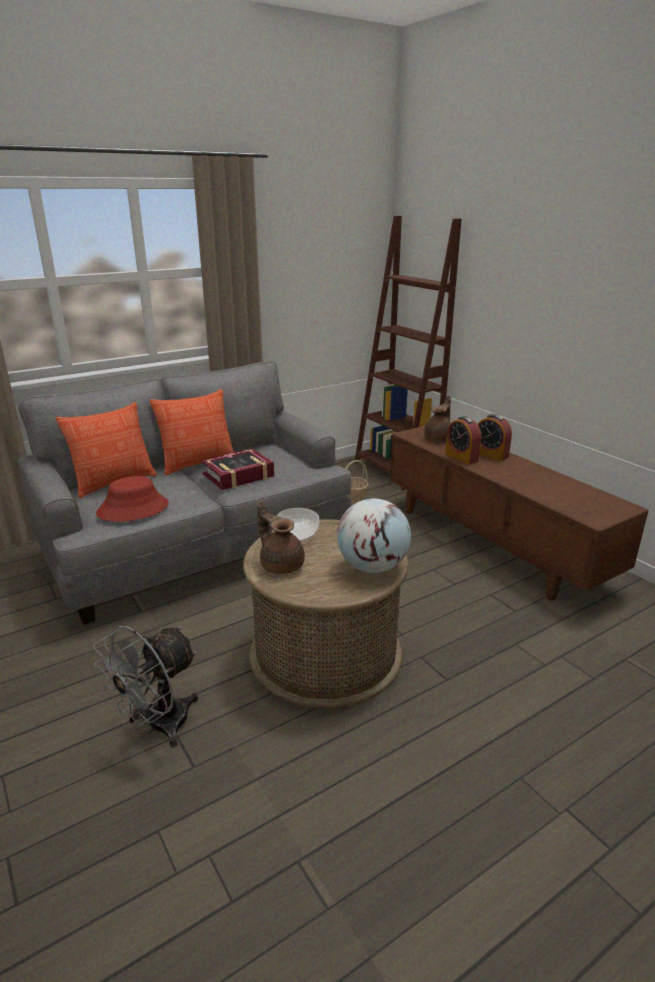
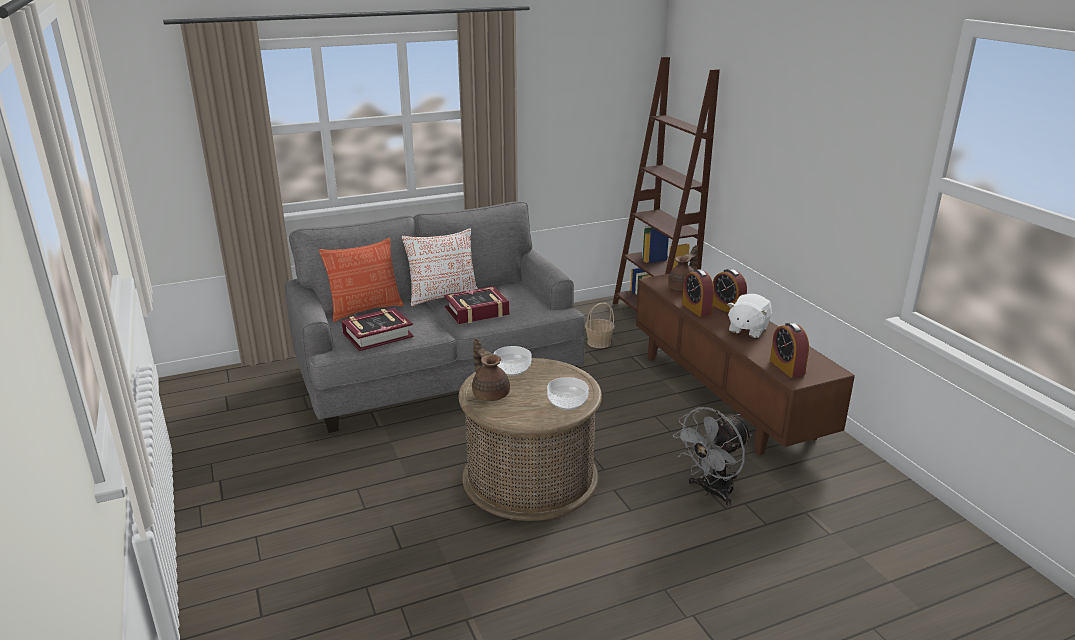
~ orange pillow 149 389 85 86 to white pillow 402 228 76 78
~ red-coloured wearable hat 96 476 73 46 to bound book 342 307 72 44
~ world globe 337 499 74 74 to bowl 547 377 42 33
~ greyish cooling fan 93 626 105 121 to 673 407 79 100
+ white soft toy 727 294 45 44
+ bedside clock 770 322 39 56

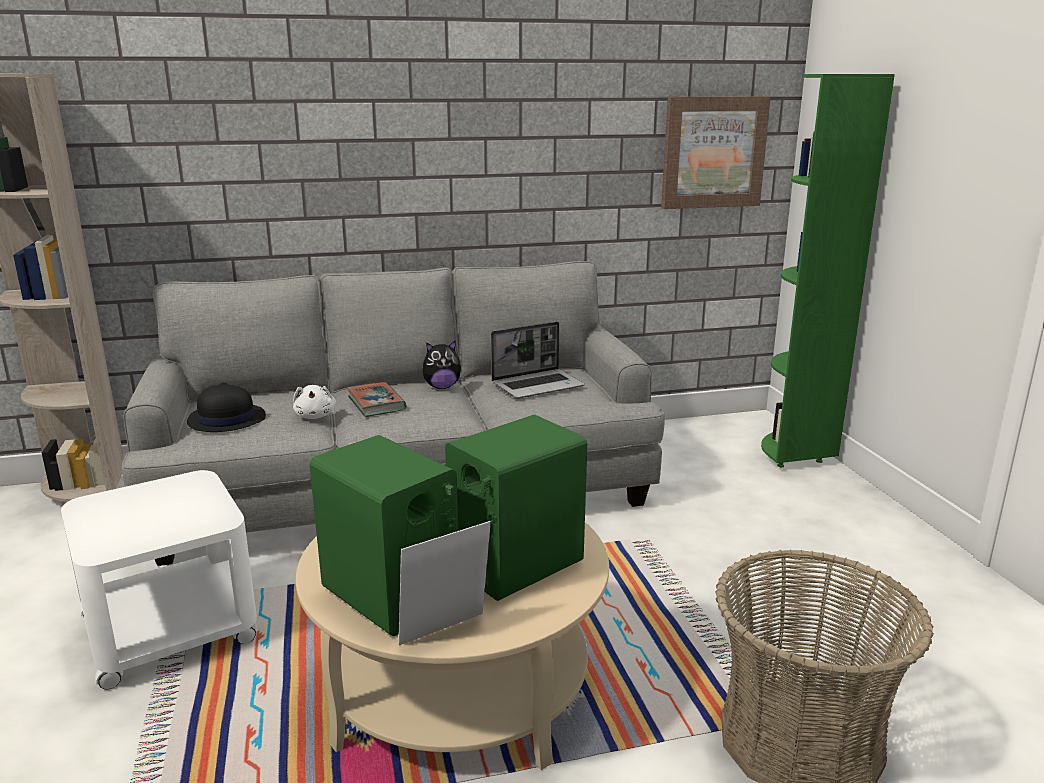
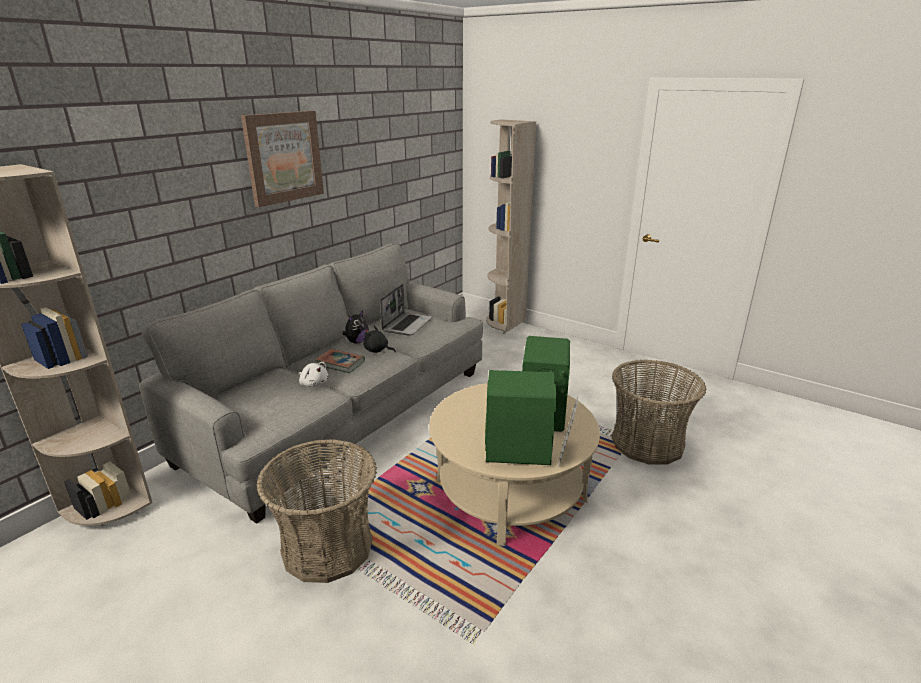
~ green-coloured shelving unit 761 74 134 393 to sand-coloured shelving unit 486 120 50 214
~ picture 661 96 110 113 to 241 111 83 96
- blackish wearable hat 187 382 79 50
~ white side table 61 470 196 220 to basket 256 439 121 144
+ blackish soft toy 363 326 33 27

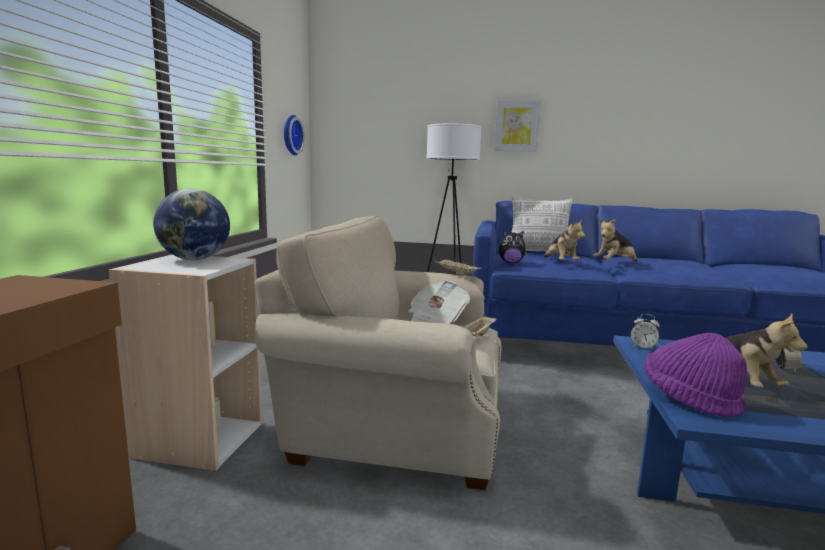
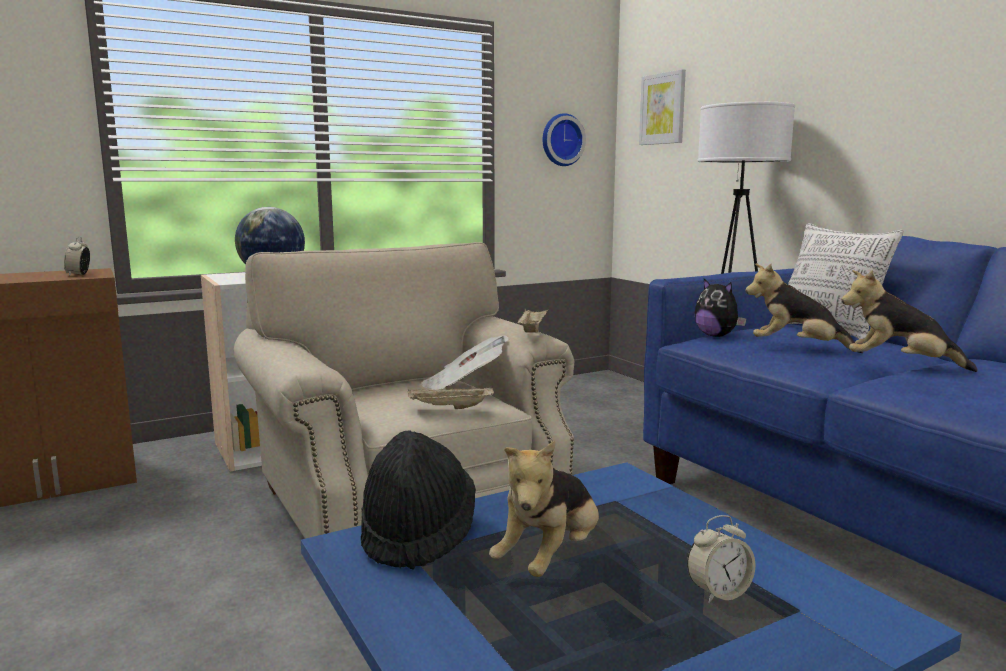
~ picture 494 100 47 52 to 639 69 47 76
~ soft toy 544 220 41 41 = 746 264 117 89 75 degrees clockwise
~ bedside clock 631 314 29 35 to 64 236 26 40
~ purple-coloured wearable hat 644 333 103 84 to blackish wearable hat 361 430 115 140

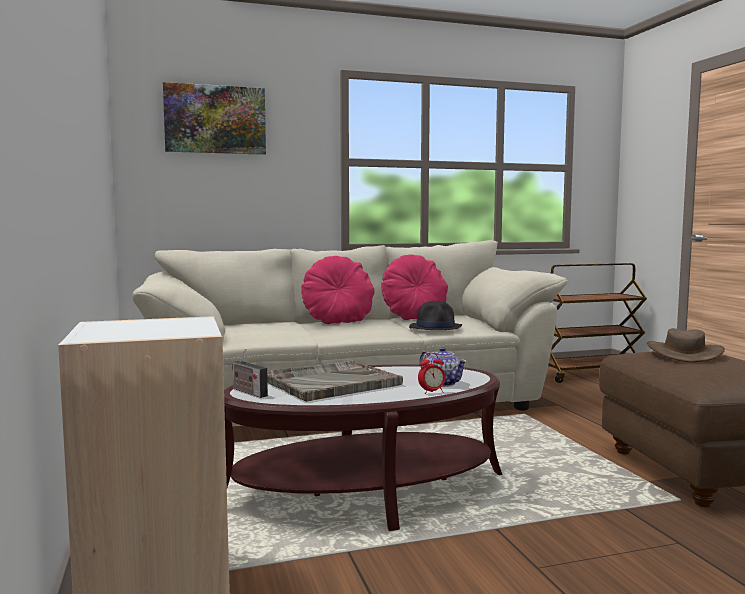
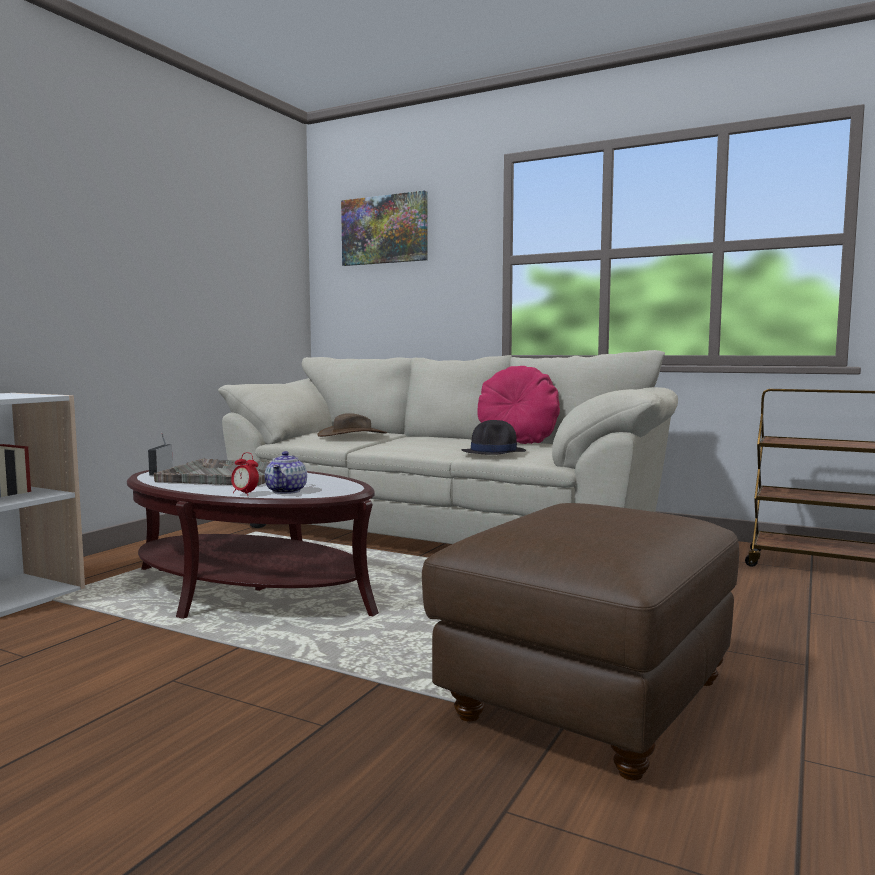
- pink pillow 301 256 74 68
~ brownish wearable hat 647 328 78 34 to 317 413 70 24

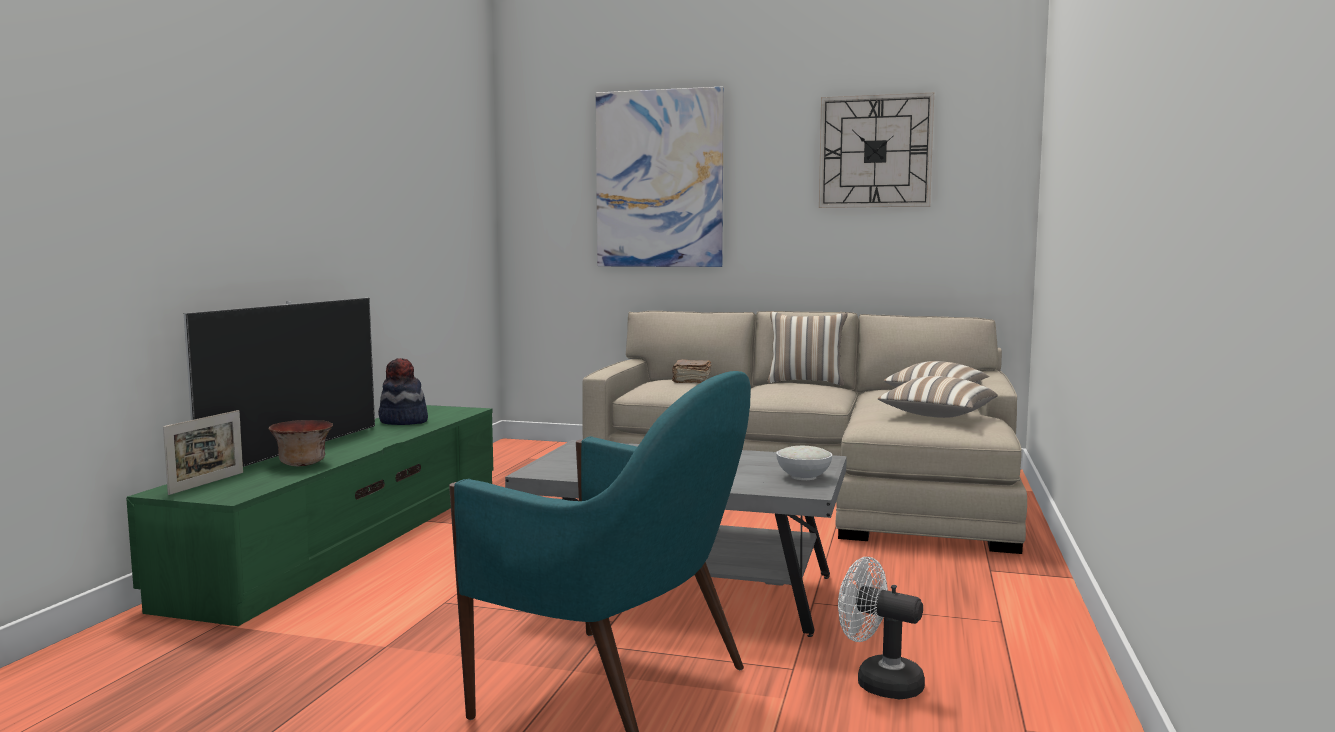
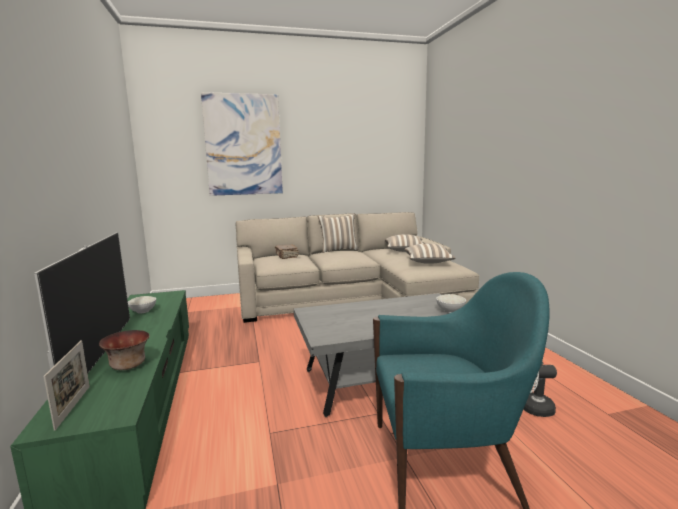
- clock on the wall 819 93 115 115
~ wearable hat 378 358 50 67 to white bowl 128 296 28 17

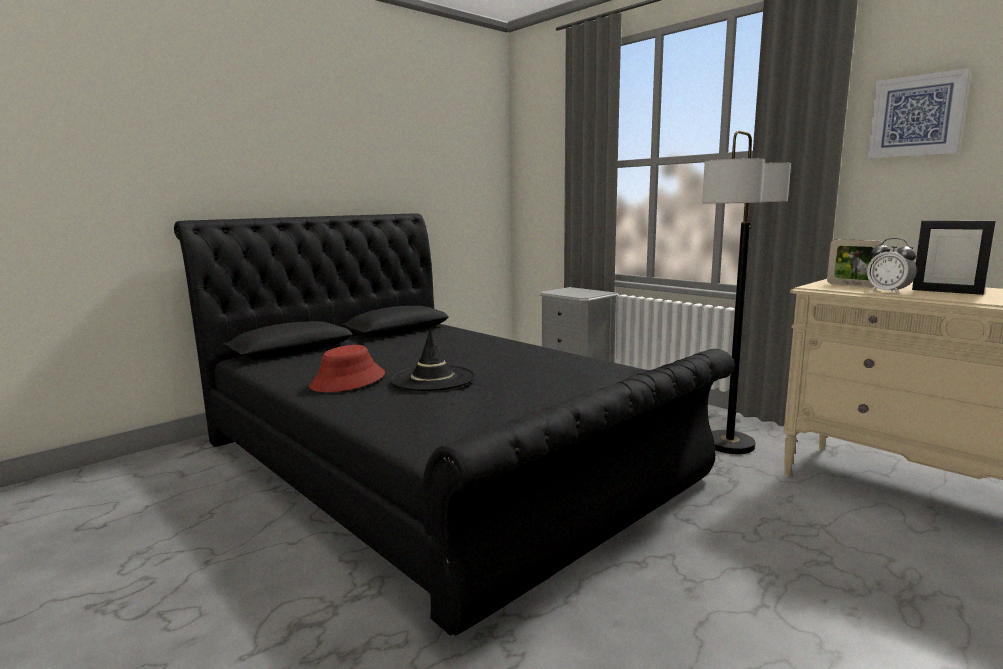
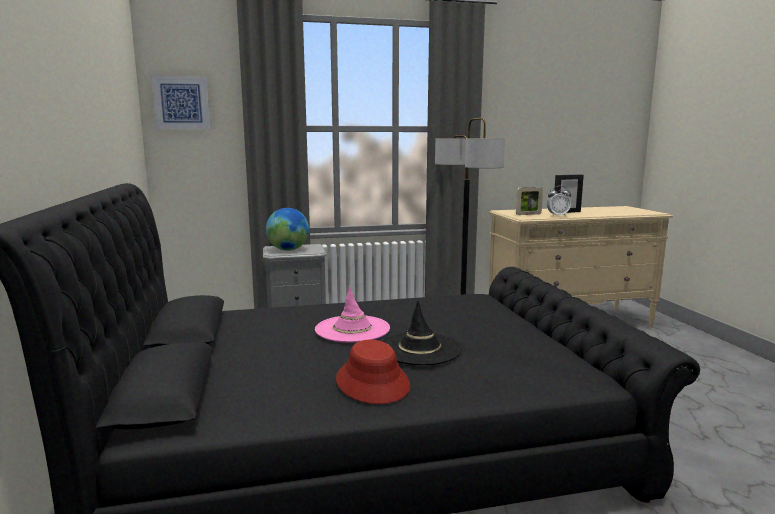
~ picture 868 68 102 90 to 151 76 59 53
+ world globe 266 208 43 43
+ pink wearable hat 315 286 75 57

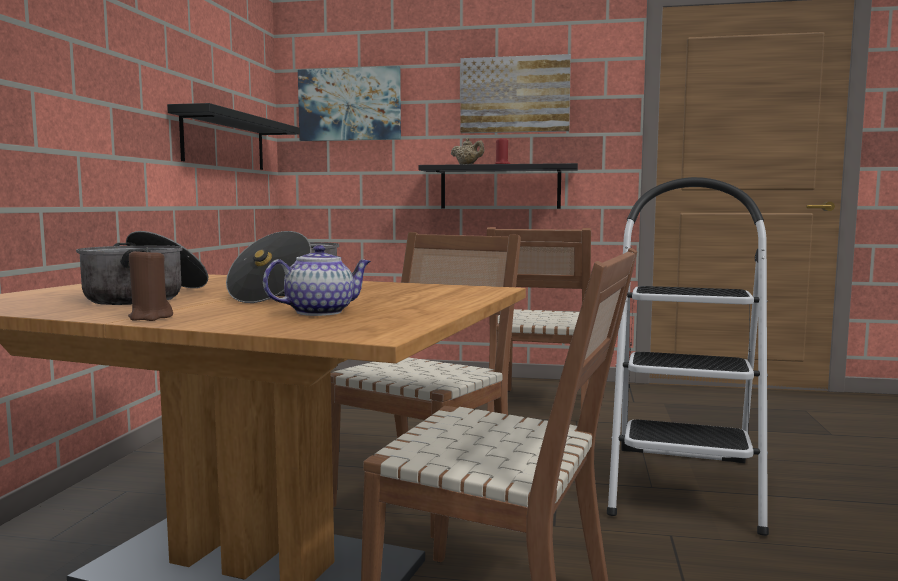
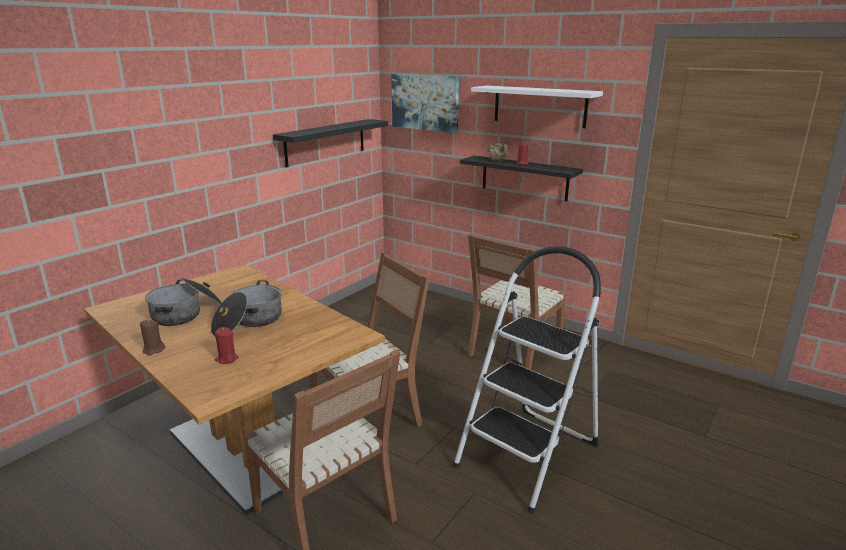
~ picture 460 54 111 79 to white shelf 471 86 132 42
~ teapot 263 245 108 71 to red-coloured wax candle 215 327 23 37

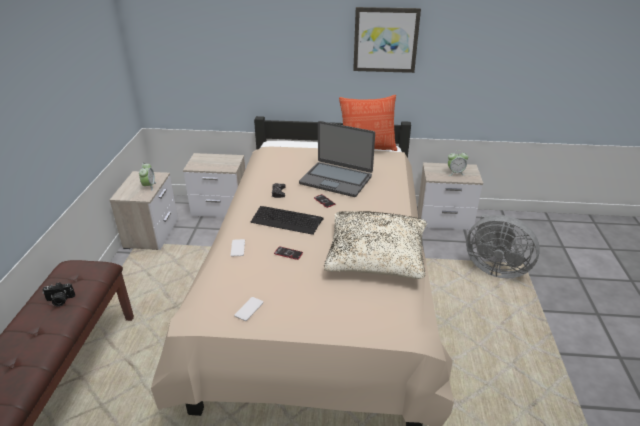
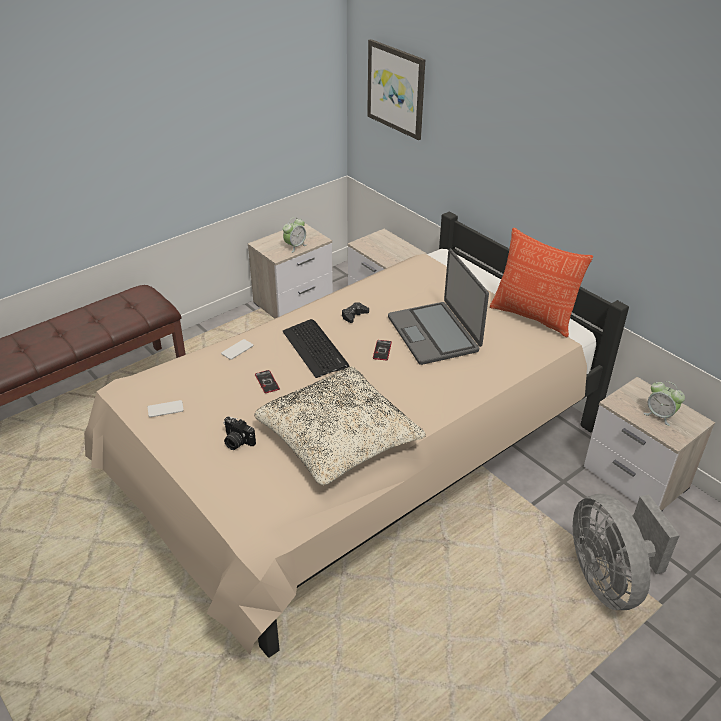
~ picture 353 7 68 66 to 367 39 58 101
~ photo camera 43 282 32 25 to 223 417 33 33

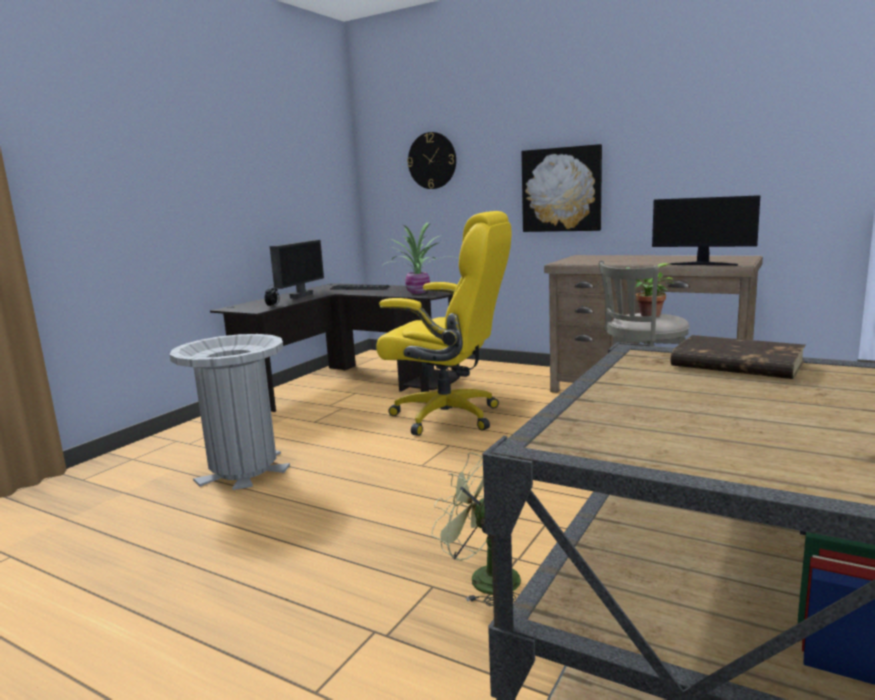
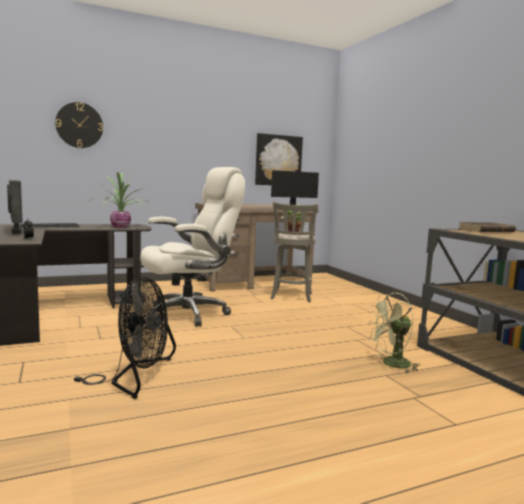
~ picture 521 144 81 88 to 255 133 48 52
~ yellowish office chair 376 211 135 225 to white office chair 140 167 105 160
~ greyish trash can 170 334 120 156 to blackish cooling fan 73 277 103 122

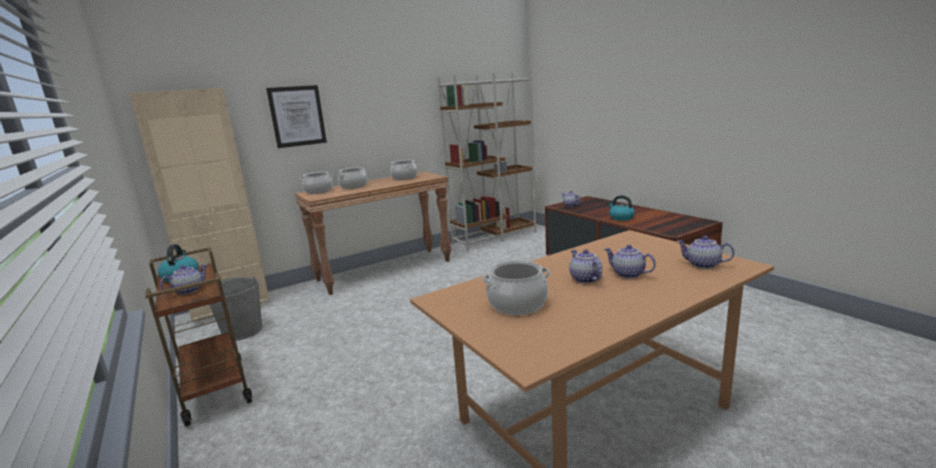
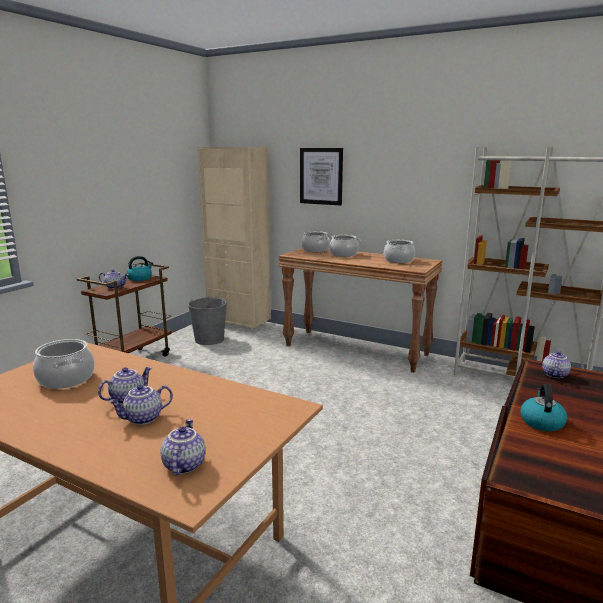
~ teapot 604 245 52 33 = 108 385 65 40 135 degrees counterclockwise

